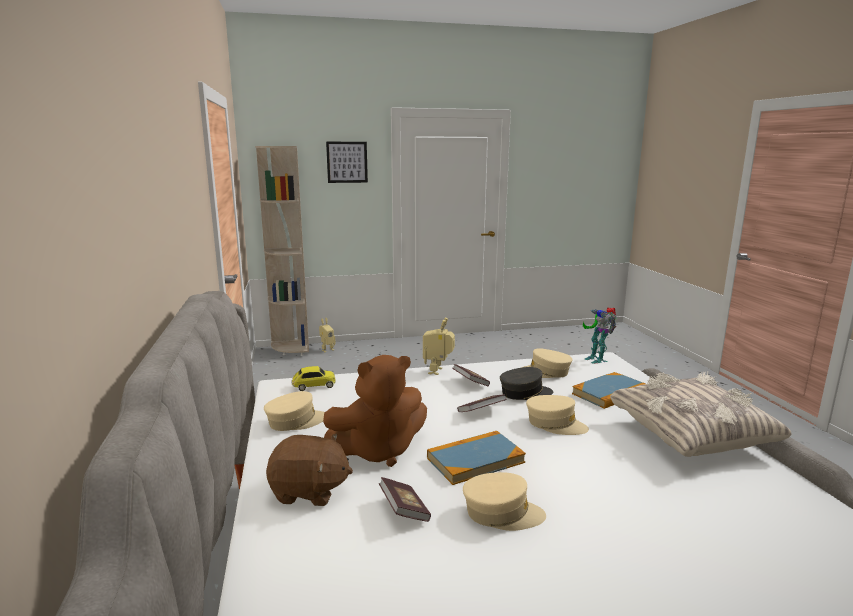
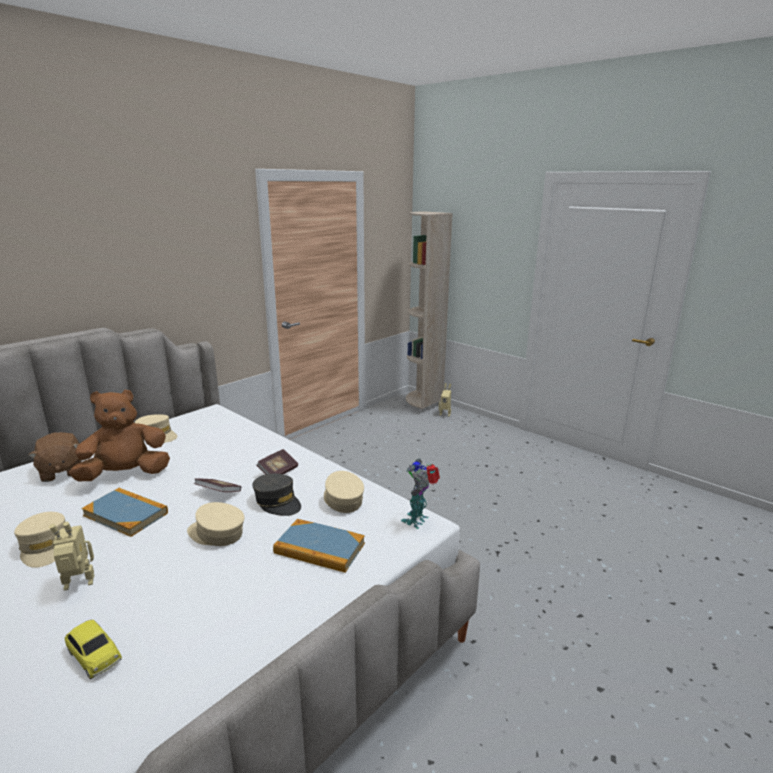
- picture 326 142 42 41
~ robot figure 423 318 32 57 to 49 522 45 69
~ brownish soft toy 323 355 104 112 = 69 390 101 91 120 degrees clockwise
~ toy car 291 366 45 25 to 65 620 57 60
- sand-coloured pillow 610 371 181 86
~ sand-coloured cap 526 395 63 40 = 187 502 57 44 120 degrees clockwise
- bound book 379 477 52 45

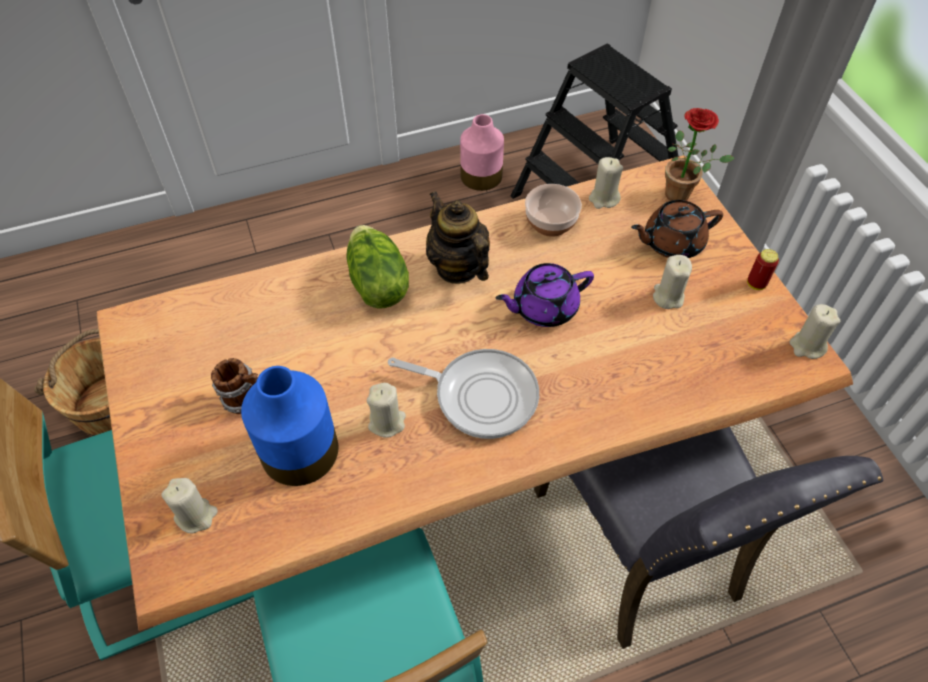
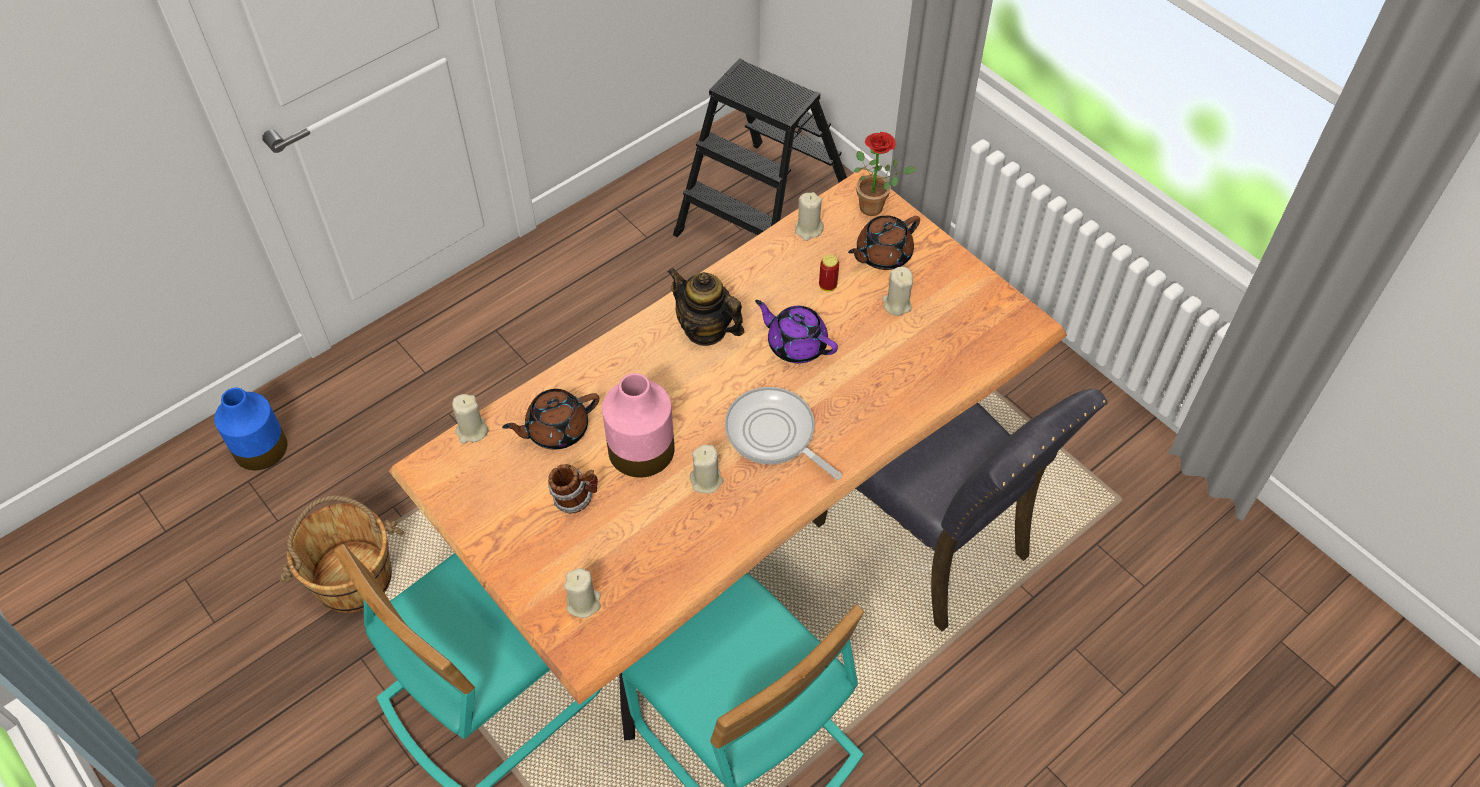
~ pink decorative vase 460 114 44 77 to 602 373 73 105
- bowl 525 184 57 53
- head of lettuce 346 225 63 84
~ sealed can 747 249 32 41 to 819 255 20 36
~ purple-coloured teapot 495 263 99 64 = 755 300 83 63 75 degrees clockwise
~ sand-coloured wax candle 790 304 50 55 to 452 394 36 50
~ skillet 388 349 151 90 = 725 387 117 93 135 degrees counterclockwise
~ blue-coloured decorative vase 241 366 97 120 to 214 388 73 82
+ brownish teapot 502 389 97 61

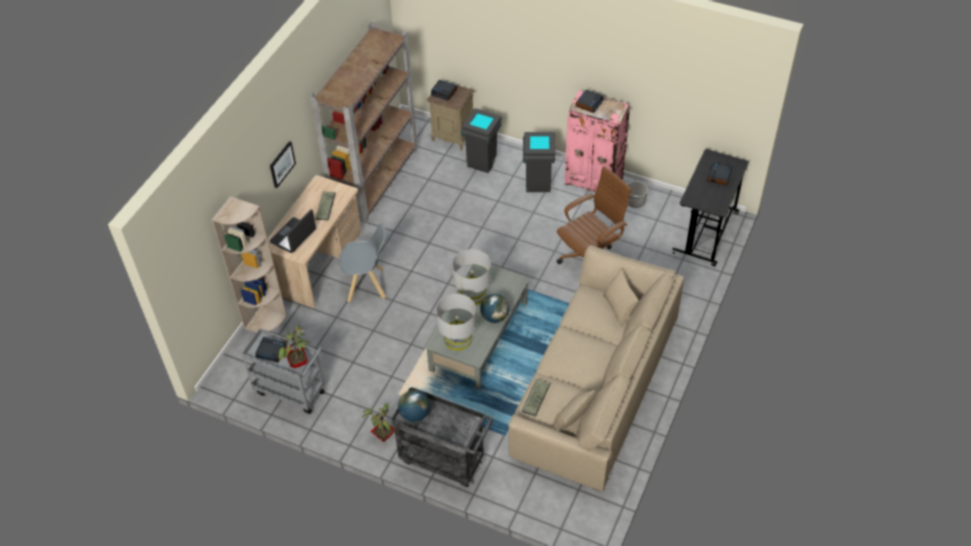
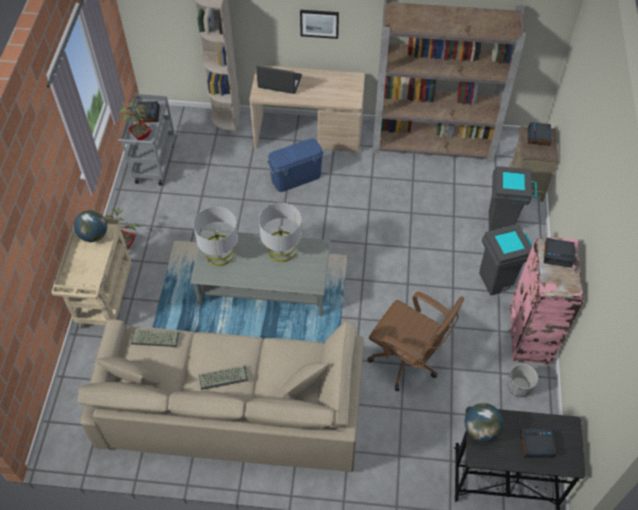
~ computer keyboard 315 191 21 29 to 199 366 49 24
~ greyish chair 339 224 47 79 to blue-coloured storage container 267 138 57 54
~ world globe 480 294 29 29 to 464 403 39 39
~ blackish cart 391 387 102 101 to sand-coloured cart 51 218 80 110

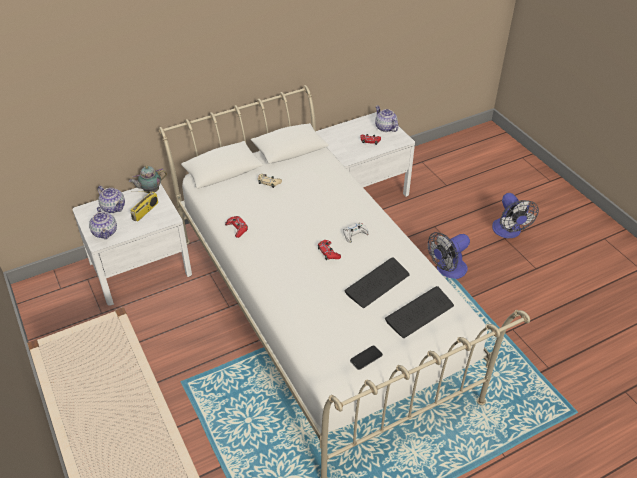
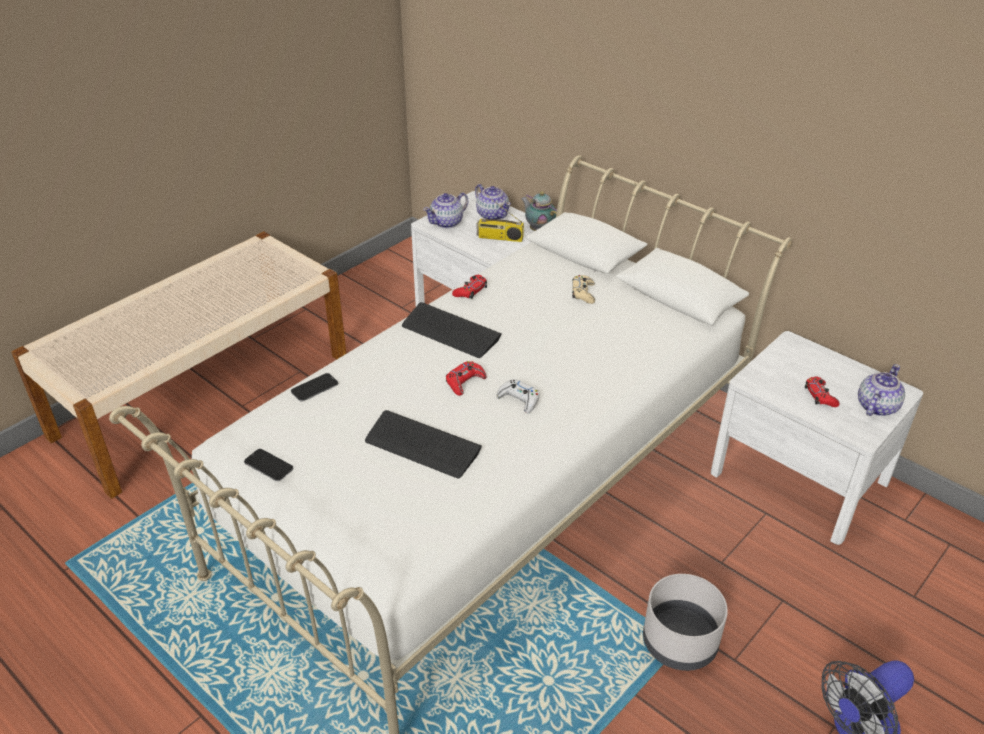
~ teapot 98 186 27 27 = 475 184 36 35 60 degrees counterclockwise
~ cooling fan 428 232 42 47 to greyish planter 643 574 85 97
~ computer keyboard 385 286 69 52 to 402 302 99 56
+ phone 291 373 47 29

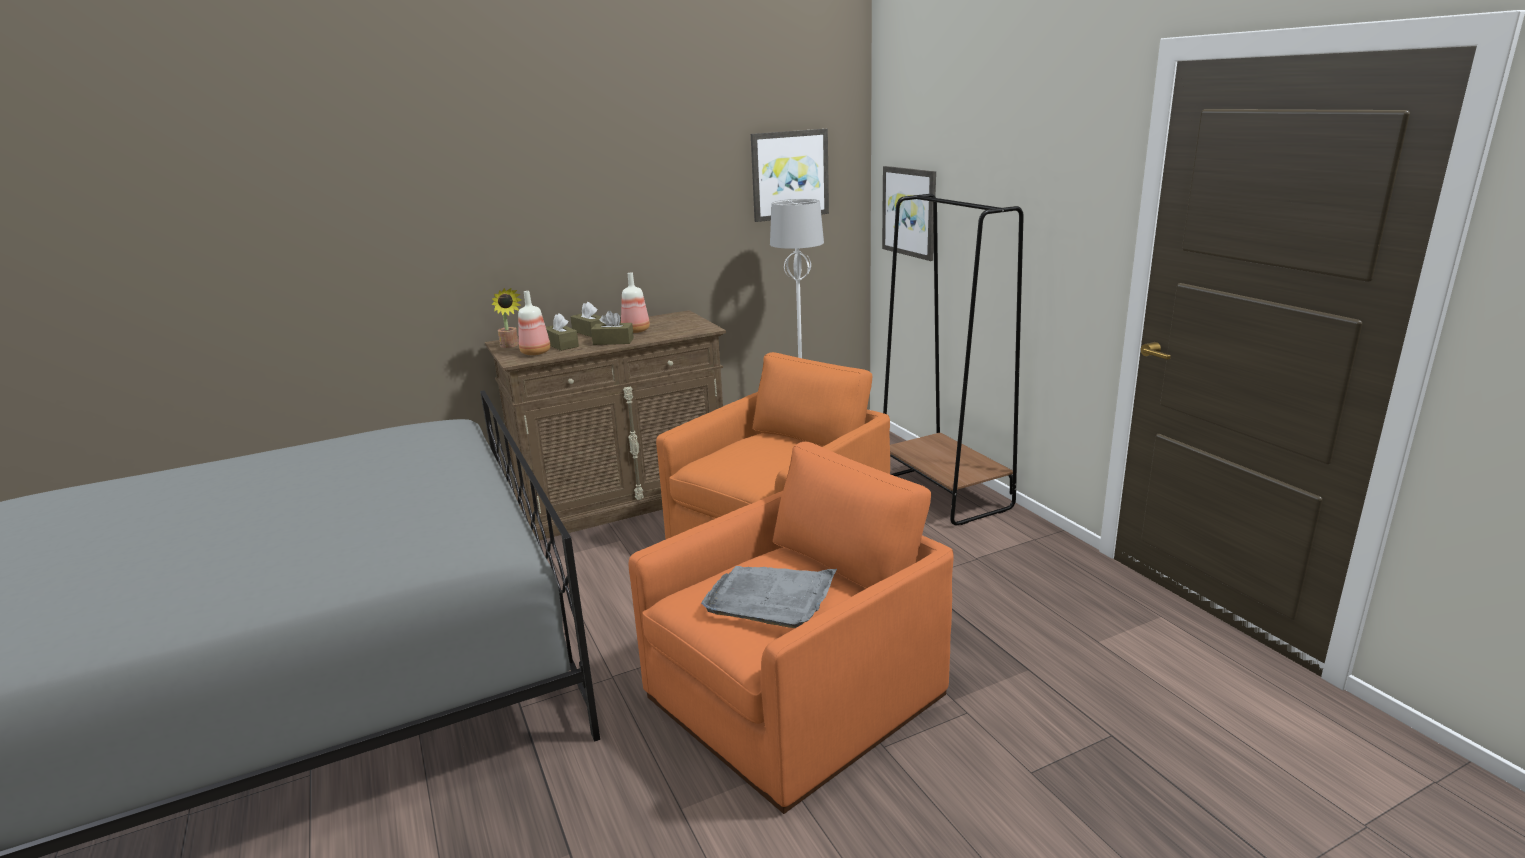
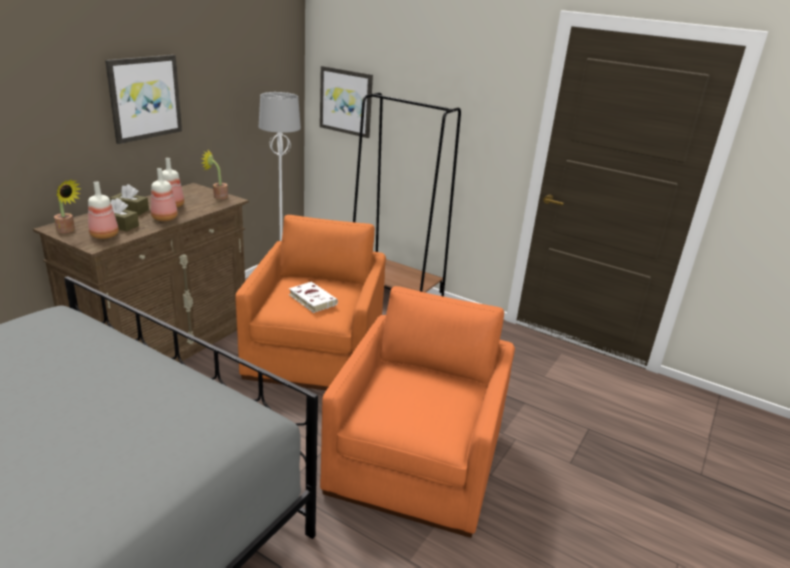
~ picture 751 129 78 93 to 105 55 77 89
~ brownish tissue holder 591 311 43 34 to drink bottle 151 168 27 53
- greyish serving tray 701 566 136 62
+ houseplant 201 150 27 49
+ white bound book 289 282 49 31

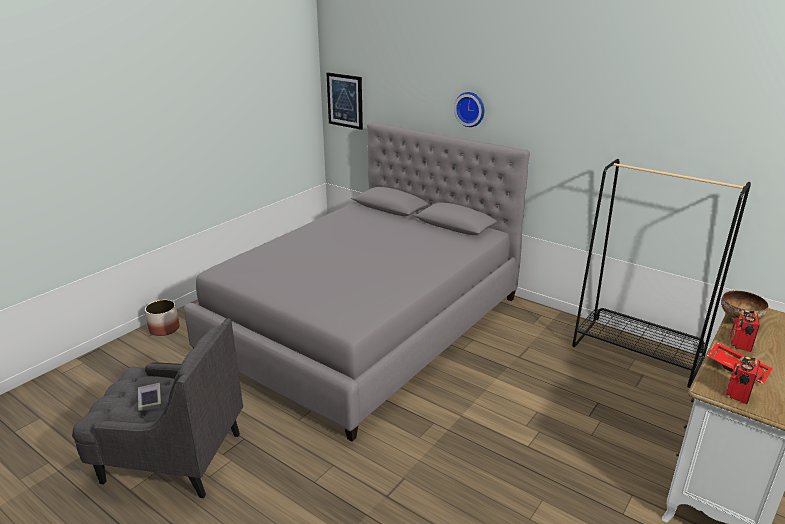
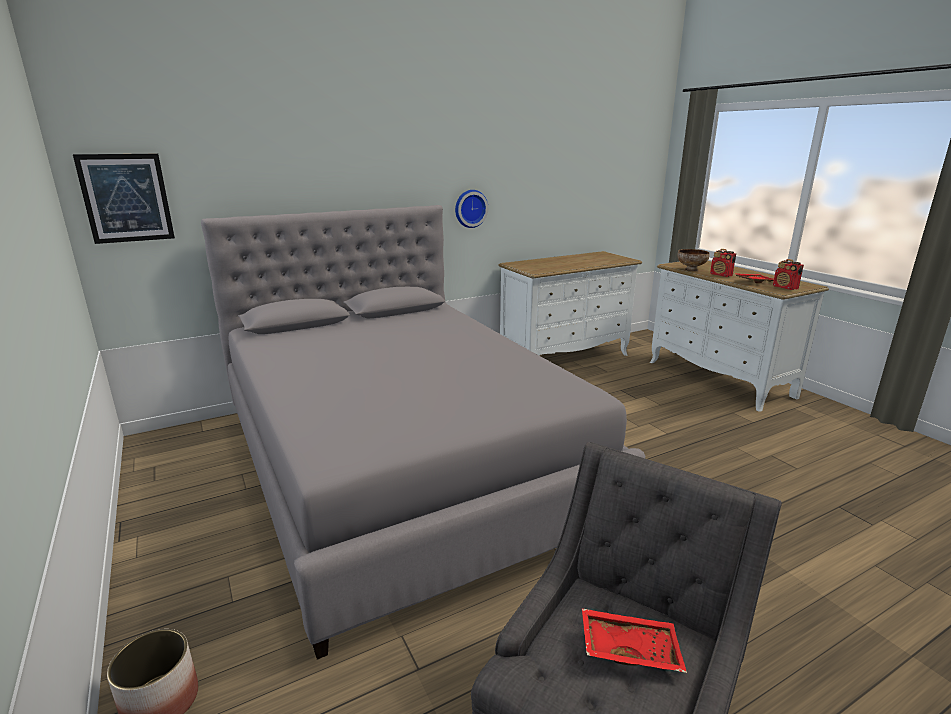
~ clock on the wall 454 92 30 35 to 455 190 33 38
~ blackish clothes rack 572 159 179 229 to white chest of drawers 498 251 144 105
~ bound book 138 383 23 28 to red-coloured serving tray 582 608 105 65

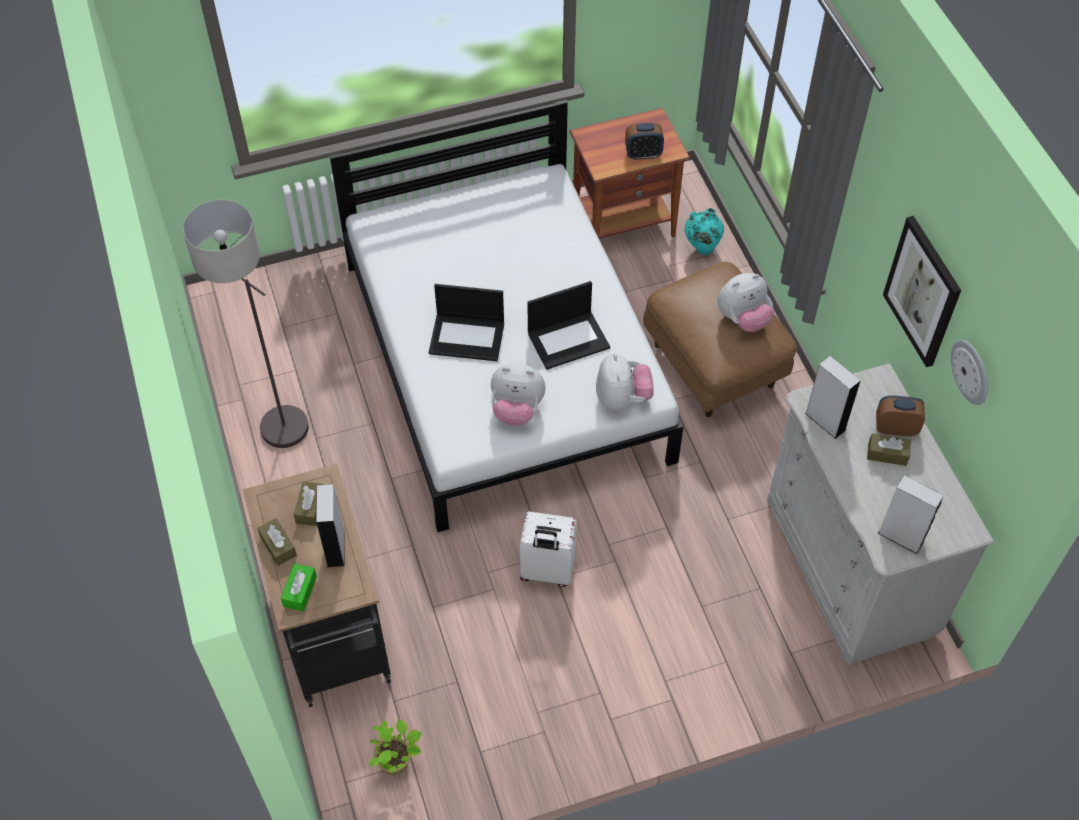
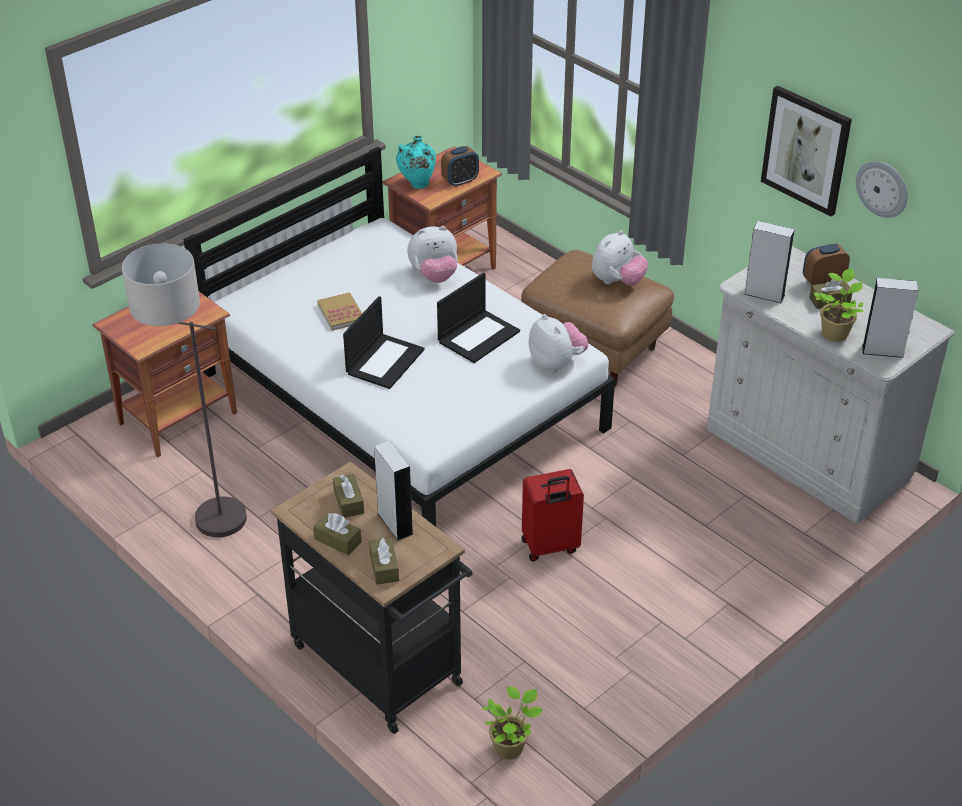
~ blue-green decorative vase 685 208 39 47 to 396 136 40 53
~ portable computer 429 284 75 77 = 343 296 82 93 45 degrees counterclockwise
~ soft toy 491 363 54 63 to 407 226 51 57
~ white piece of luggage 520 512 57 75 to red-coloured piece of luggage 521 469 63 93
~ green-coloured tissue holder 281 564 36 47 to brownish tissue holder 369 538 30 47
+ houseplant 814 268 49 74
+ nightstand 93 292 144 165
+ bound book 317 292 45 39

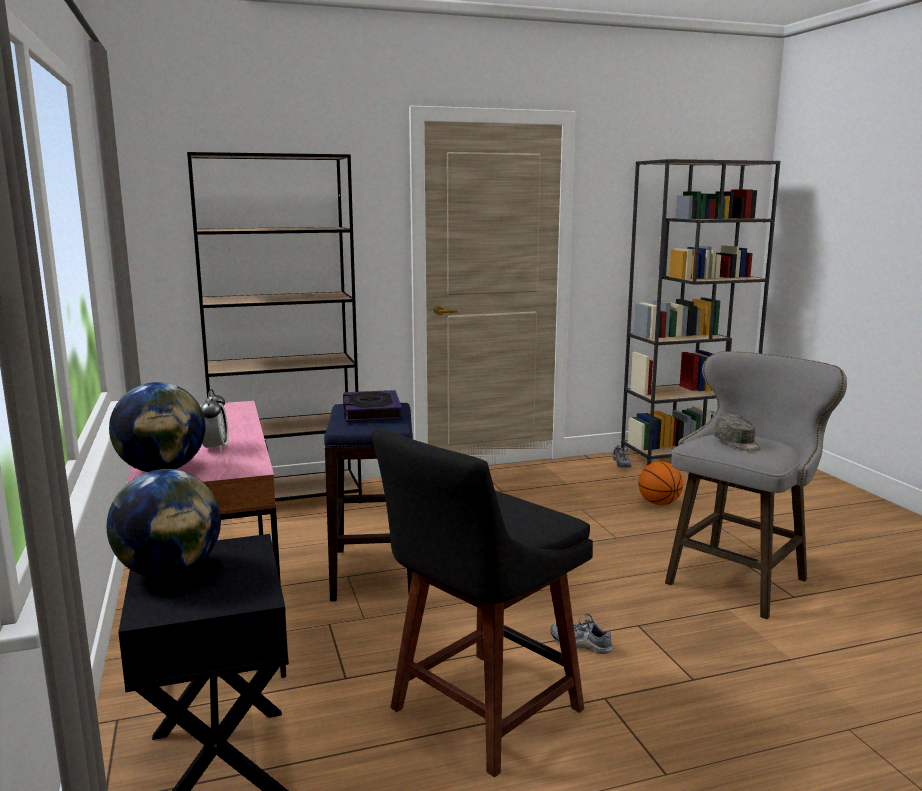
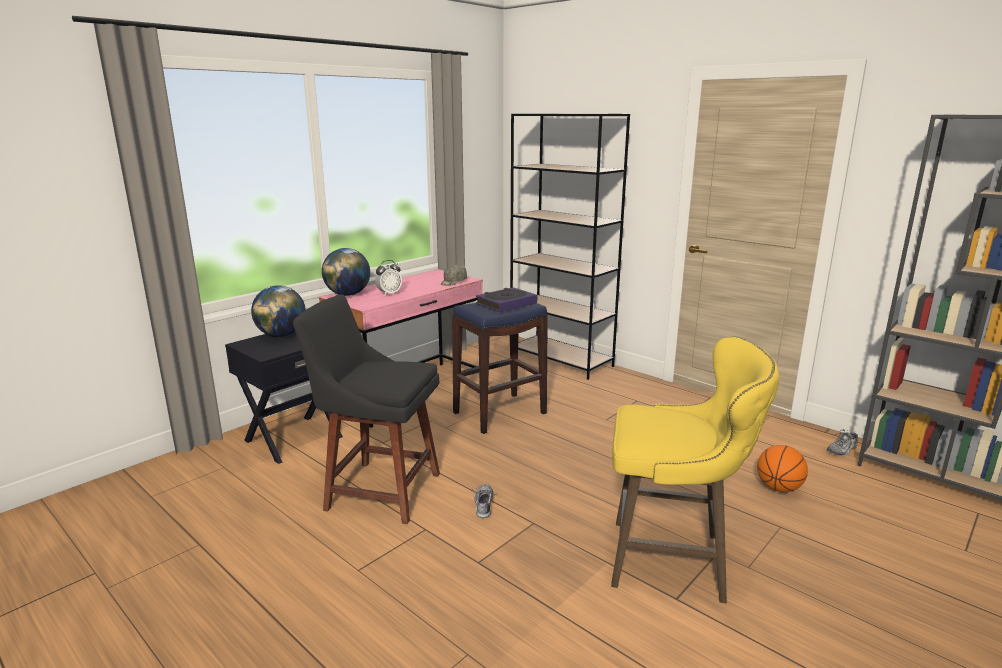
~ greyish sitting stool 665 351 182 268 to yellowish sitting stool 611 336 168 267
~ greyish cap 713 414 48 37 to 441 265 26 21

